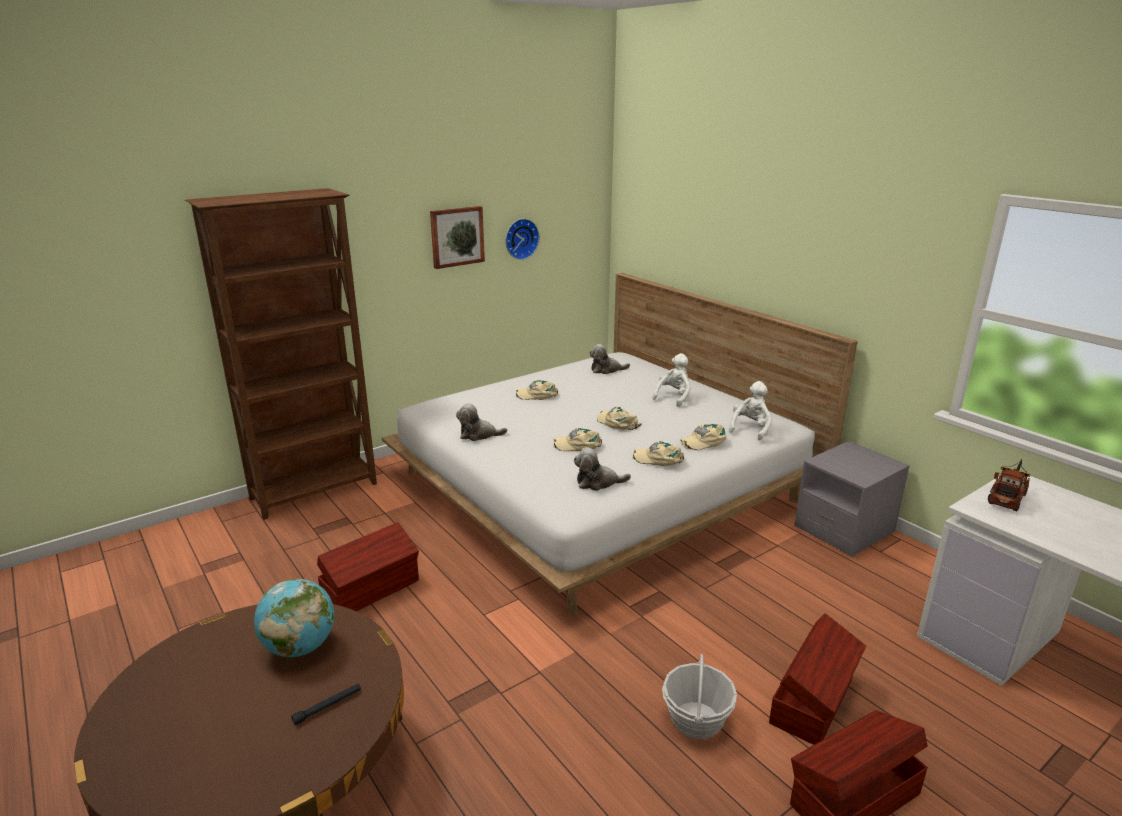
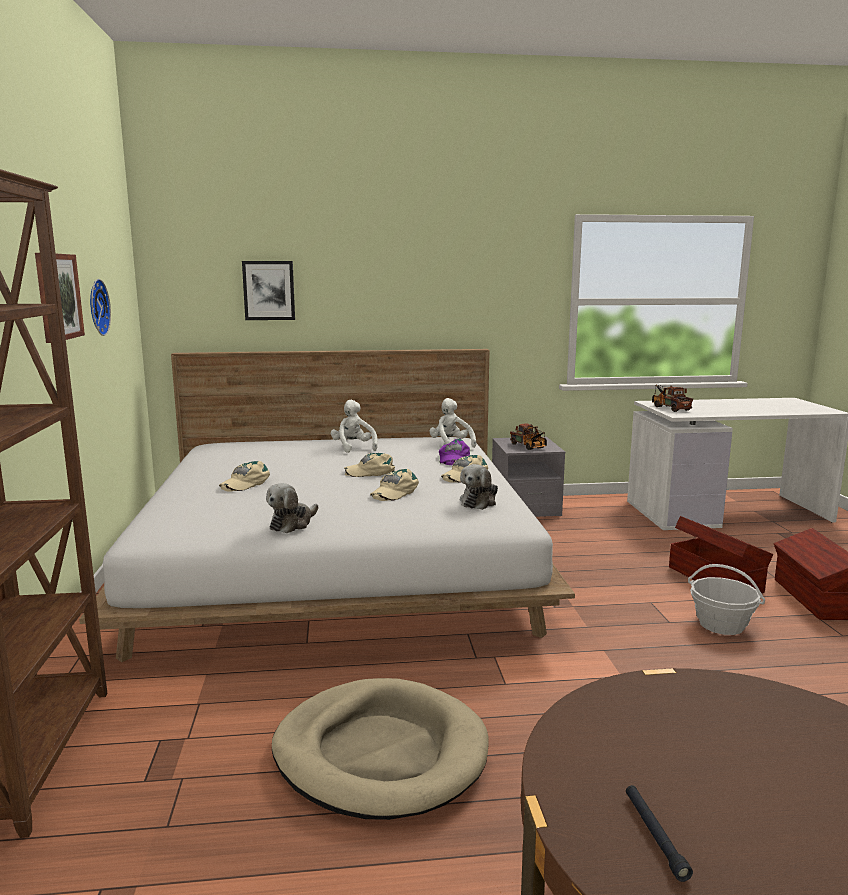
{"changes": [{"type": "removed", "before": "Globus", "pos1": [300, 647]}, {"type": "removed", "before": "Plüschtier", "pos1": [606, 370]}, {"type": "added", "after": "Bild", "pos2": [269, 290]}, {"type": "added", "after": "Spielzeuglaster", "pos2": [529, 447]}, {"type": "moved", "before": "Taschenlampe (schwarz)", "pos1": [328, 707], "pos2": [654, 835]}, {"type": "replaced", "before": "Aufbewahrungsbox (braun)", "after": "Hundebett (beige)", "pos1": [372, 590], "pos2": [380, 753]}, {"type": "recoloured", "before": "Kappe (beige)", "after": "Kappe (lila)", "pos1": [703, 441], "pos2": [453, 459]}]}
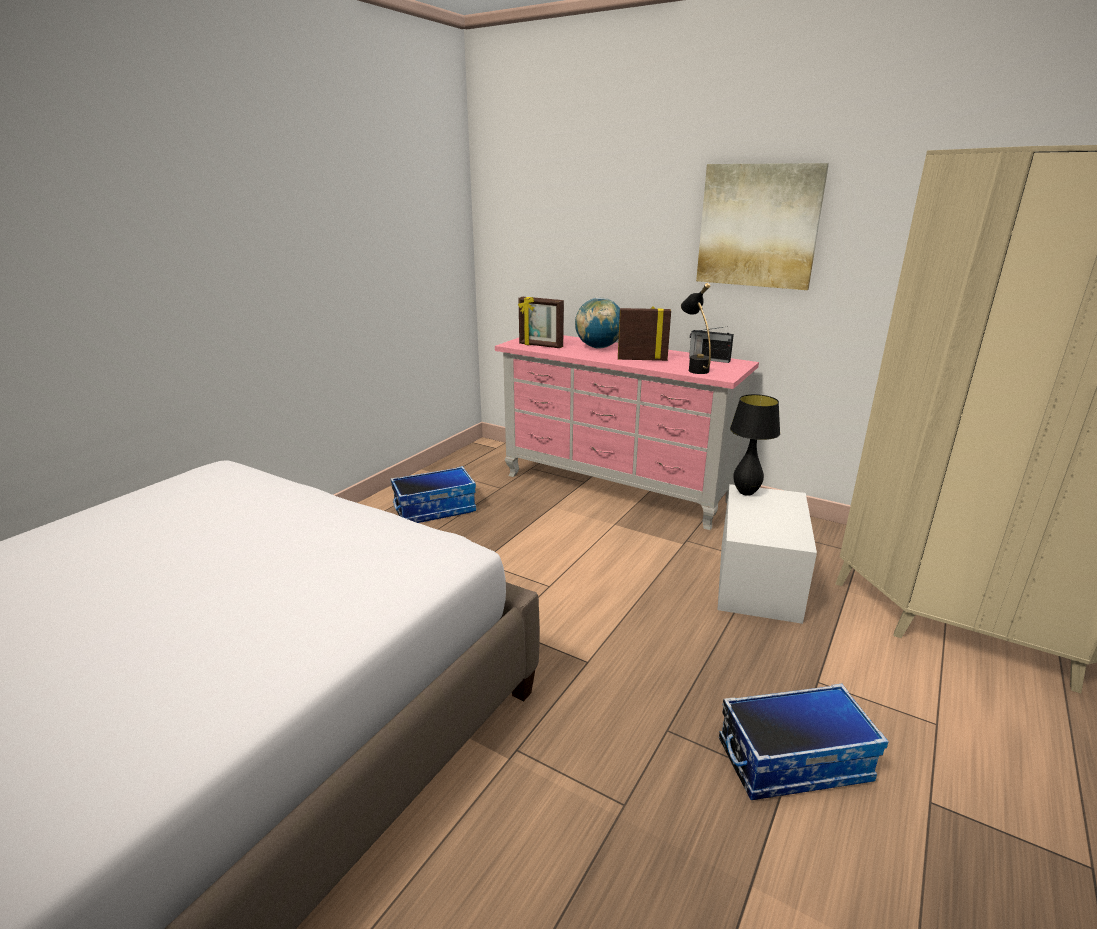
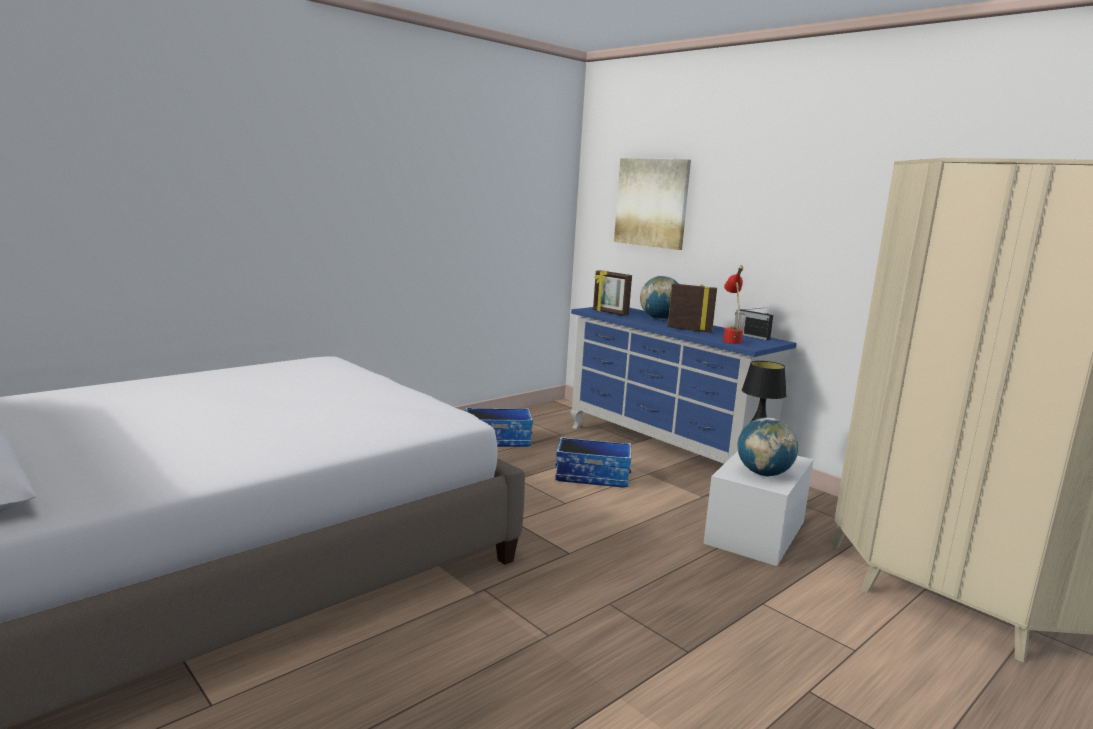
{"changes": [{"type": "added", "after": "Globus", "pos2": [763, 474]}, {"type": "moved", "before": "Bild", "pos1": [758, 226], "pos2": [652, 203]}, {"type": "moved", "before": "Aufbewahrungsbox", "pos1": [793, 760], "pos2": [592, 476]}, {"type": "recoloured", "before": "Kommode (rosa)", "after": "Kommode (blau)", "pos1": [616, 489], "pos2": [663, 451]}, {"type": "recoloured", "before": "Tischlampe (schwarz)", "after": "Tischlampe (rot)", "pos1": [694, 368], "pos2": [730, 339]}]}
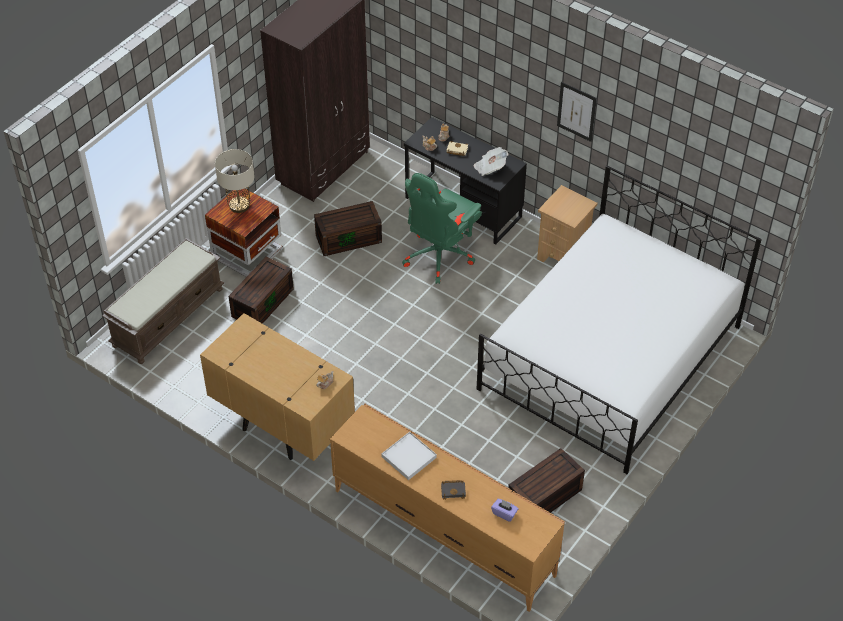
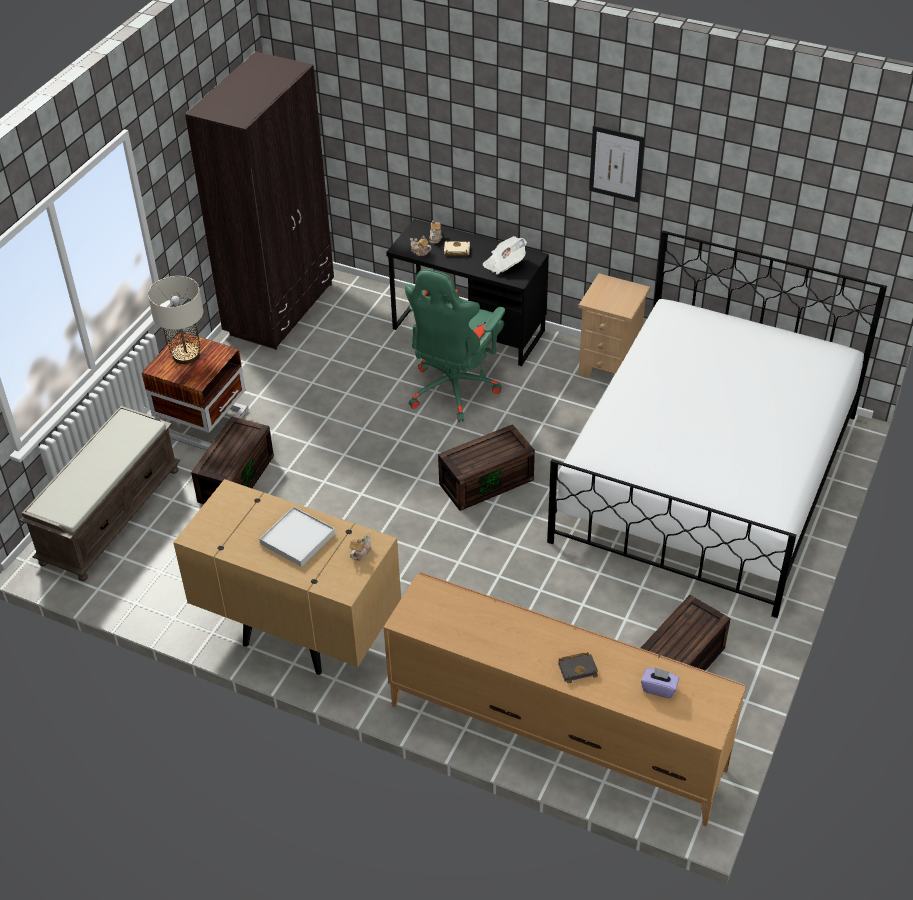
{"changes": [{"type": "moved", "before": "Aufbewahrungsbox (braun)", "pos1": [349, 238], "pos2": [487, 480]}, {"type": "moved", "before": "Tablett (weiß)", "pos1": [409, 457], "pos2": [297, 538]}]}
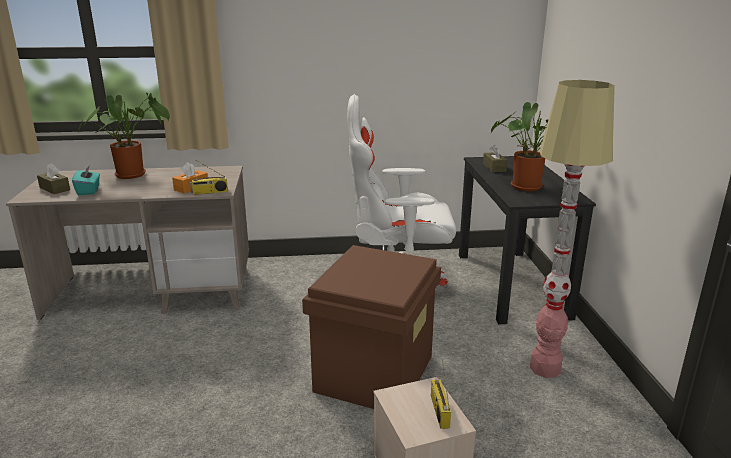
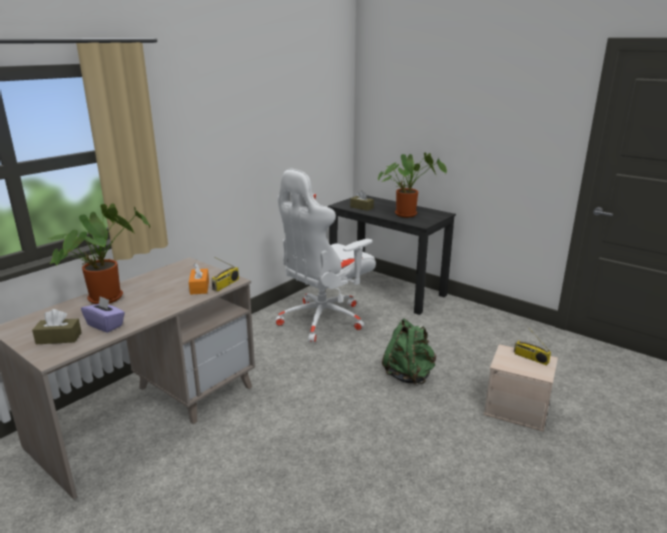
{"changes": [{"type": "removed", "before": "Stehlampe", "pos1": [545, 368]}, {"type": "replaced", "before": "Aufbewahrungsbox (braun)", "after": "Rucksack (grün)", "pos1": [374, 372], "pos2": [409, 375]}, {"type": "recoloured", "before": "Taschentuchbox (türkis)", "after": "Taschentuchbox (lila)", "pos1": [89, 191], "pos2": [105, 325]}]}
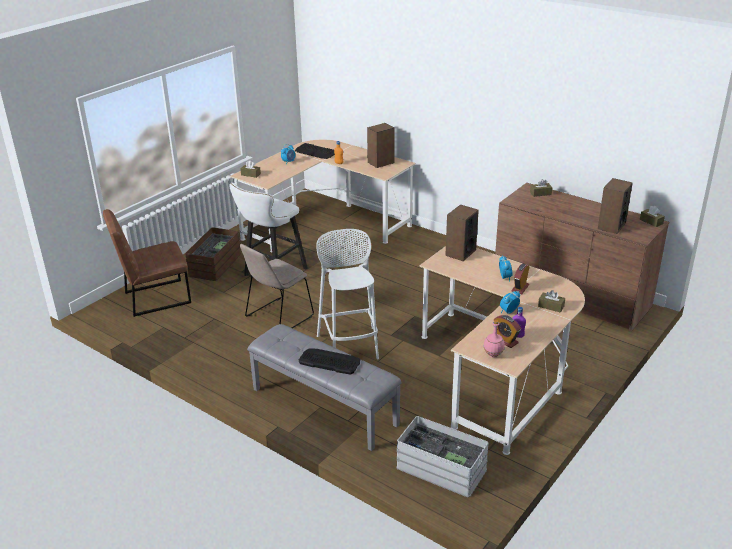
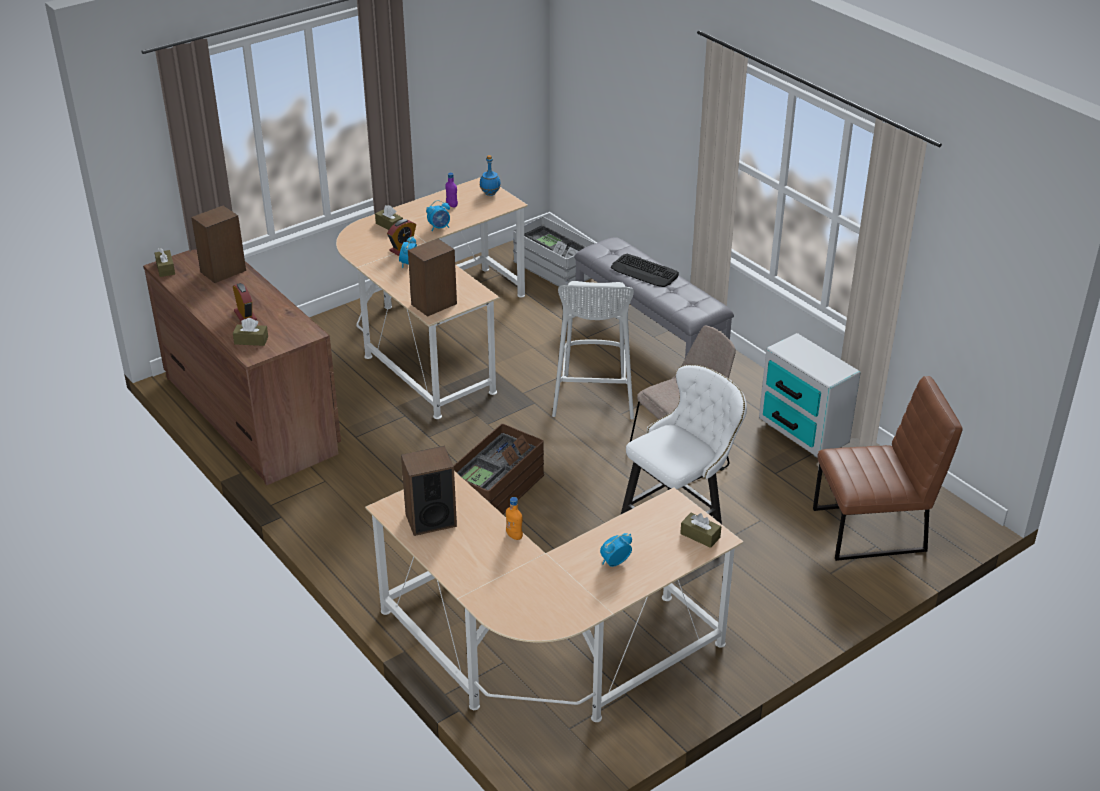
{"changes": [{"type": "removed", "before": "Tastatur", "pos1": [315, 152]}, {"type": "added", "after": "Nachttisch (weiß)", "pos2": [802, 436]}, {"type": "moved", "before": "Aufbewahrungsbox (braun)", "pos1": [215, 264], "pos2": [495, 489]}, {"type": "moved", "before": "Wecker", "pos1": [505, 341], "pos2": [245, 315]}, {"type": "recoloured", "before": "Flasche (rosa)", "after": "Flasche (blau)", "pos1": [493, 355], "pos2": [490, 193]}]}
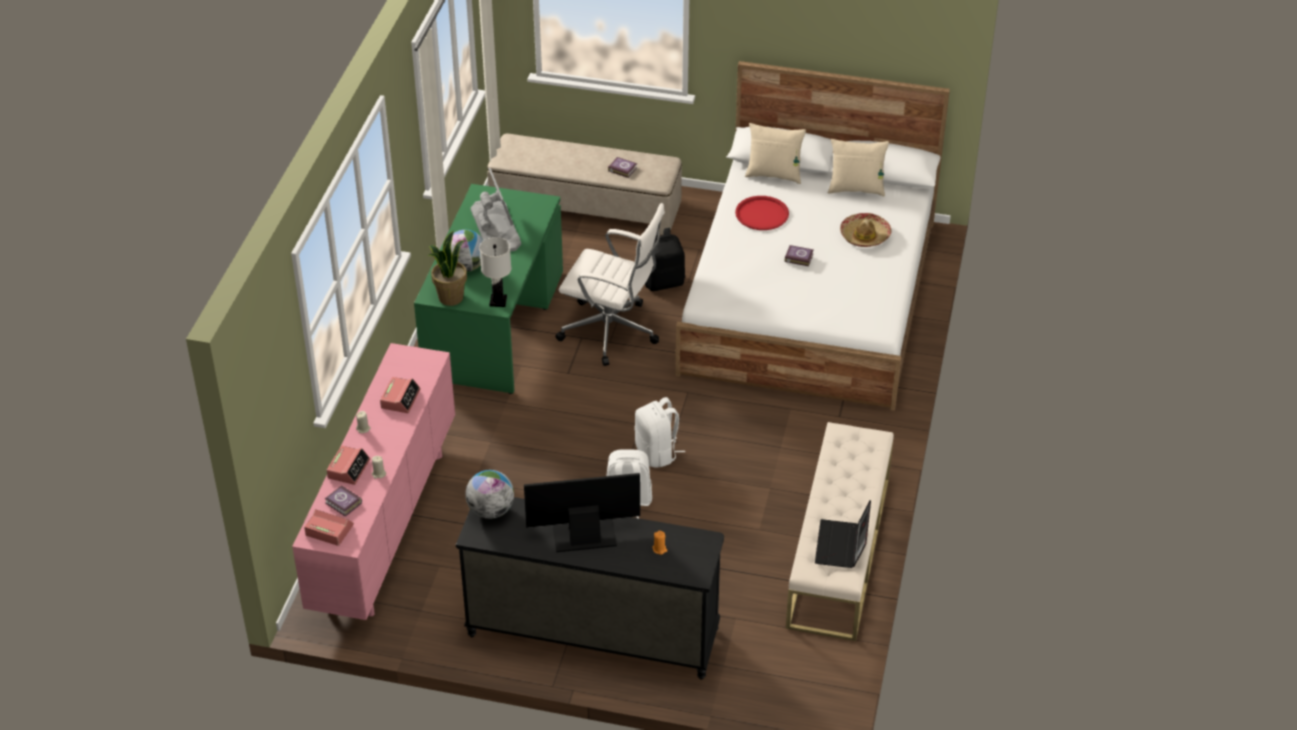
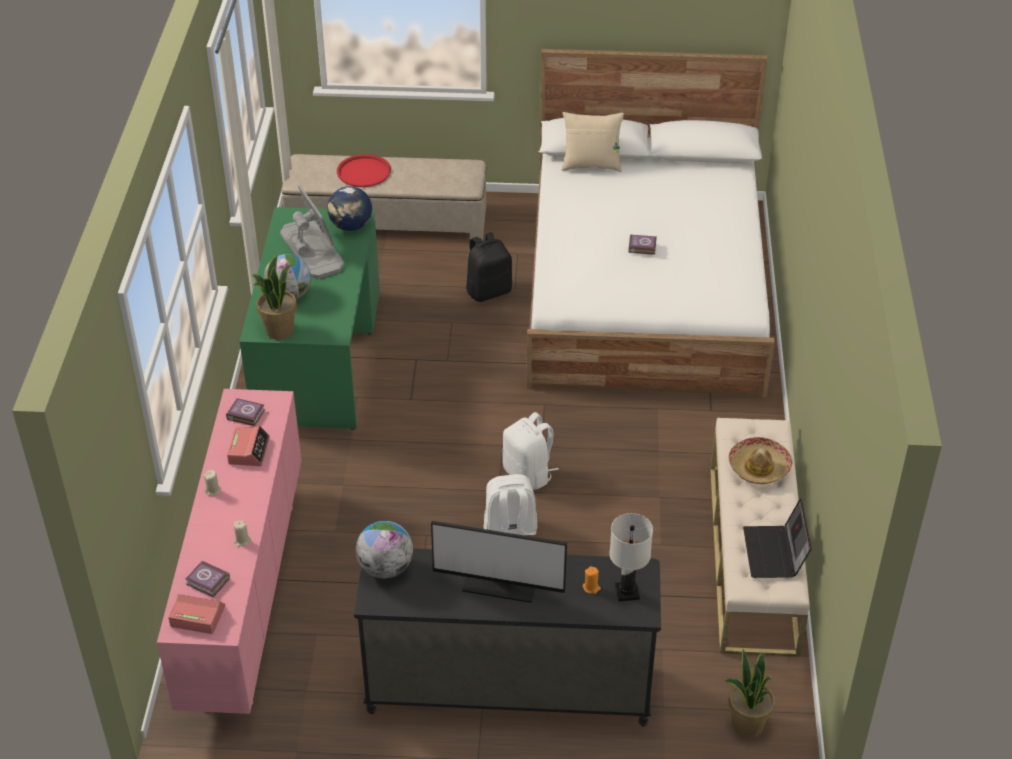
{"changes": [{"type": "removed", "before": "Wecker", "pos1": [348, 469]}, {"type": "removed", "before": "Bürostuhl (weiß)", "pos1": [612, 332]}, {"type": "removed", "before": "Kissen (beige)", "pos1": [856, 189]}, {"type": "added", "after": "Globus", "pos2": [351, 226]}, {"type": "added", "after": "Topfpflanze", "pos2": [747, 724]}, {"type": "moved", "before": "Tischlampe (weiß)", "pos1": [498, 301], "pos2": [627, 592]}, {"type": "moved", "before": "Buch", "pos1": [622, 169], "pos2": [245, 414]}, {"type": "moved", "before": "Tablett (rot)", "pos1": [762, 214], "pos2": [363, 172]}, {"type": "moved", "before": "Hut", "pos1": [865, 236], "pos2": [759, 467]}, {"type": "turned", "before": "Monitor", "pos1": [584, 535], "pos2": [500, 582], "turn": -150}]}
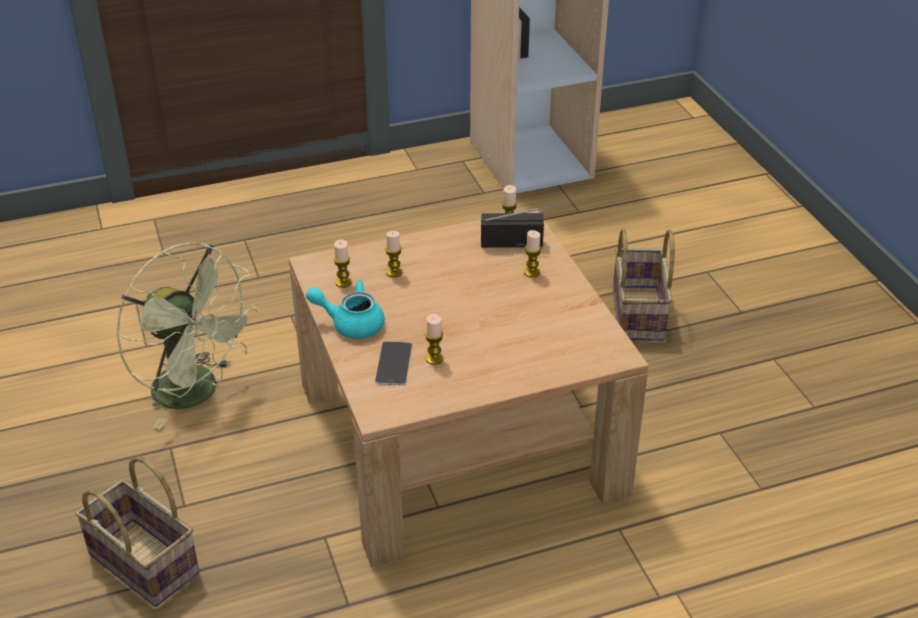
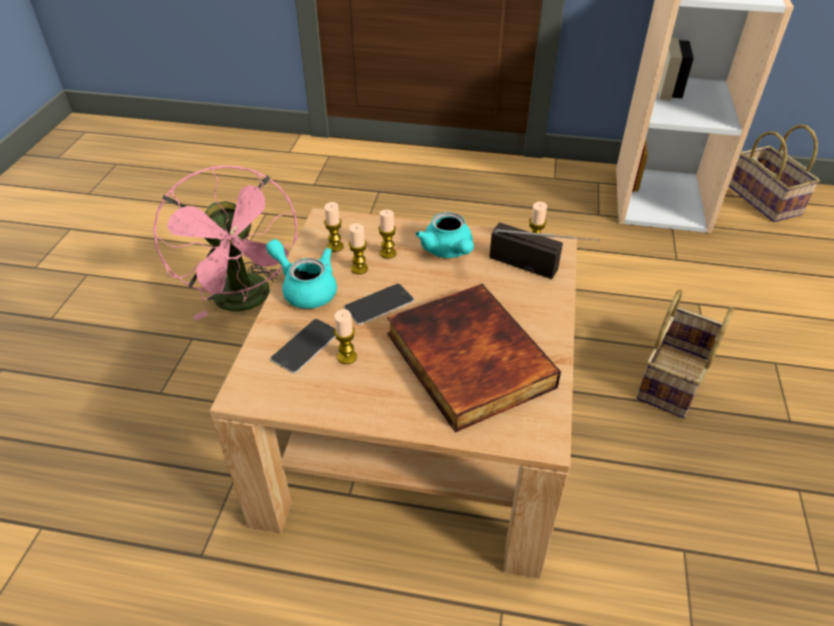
{"changes": [{"type": "added", "after": "Handy", "pos2": [379, 304]}, {"type": "added", "after": "Buch", "pos2": [465, 360]}, {"type": "added", "after": "Teekanne (türkis)", "pos2": [448, 251]}, {"type": "moved", "before": "Korb", "pos1": [147, 563], "pos2": [766, 201]}, {"type": "moved", "before": "Kerze", "pos1": [532, 272], "pos2": [359, 268]}, {"type": "recoloured", "before": "Ventilator (grün)", "after": "Ventilator (rosa)", "pos1": [197, 393], "pos2": [247, 301]}]}
